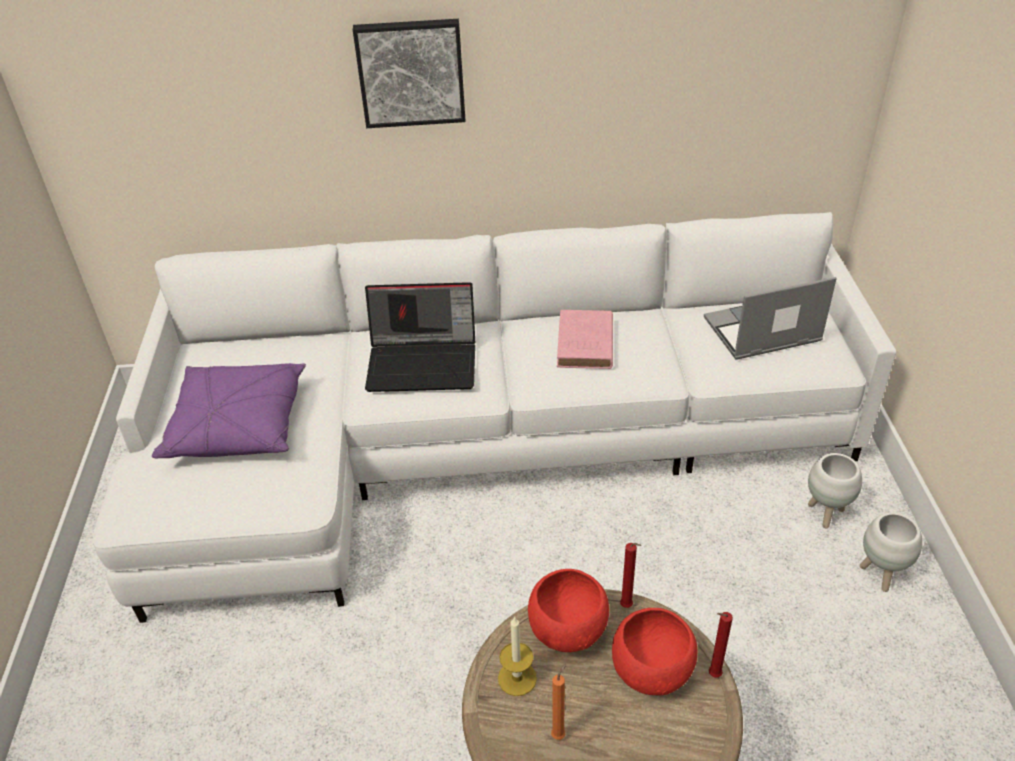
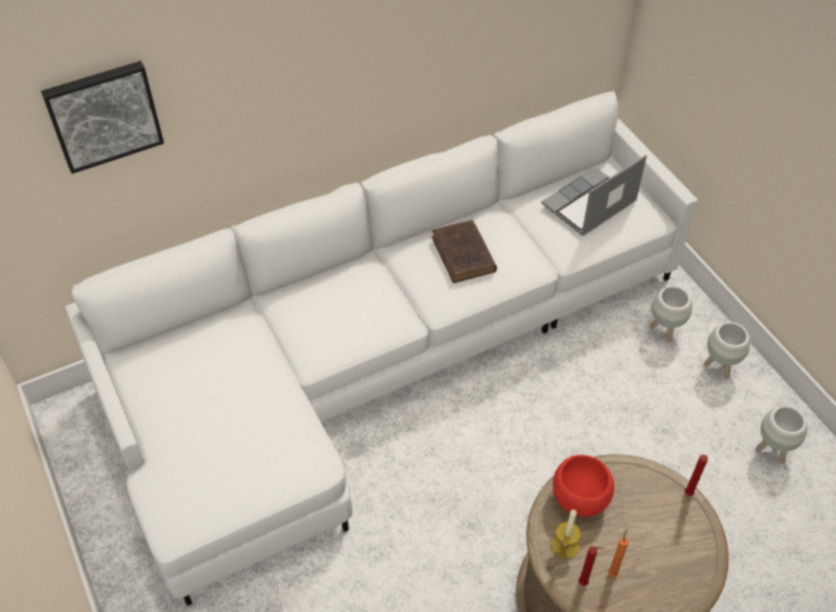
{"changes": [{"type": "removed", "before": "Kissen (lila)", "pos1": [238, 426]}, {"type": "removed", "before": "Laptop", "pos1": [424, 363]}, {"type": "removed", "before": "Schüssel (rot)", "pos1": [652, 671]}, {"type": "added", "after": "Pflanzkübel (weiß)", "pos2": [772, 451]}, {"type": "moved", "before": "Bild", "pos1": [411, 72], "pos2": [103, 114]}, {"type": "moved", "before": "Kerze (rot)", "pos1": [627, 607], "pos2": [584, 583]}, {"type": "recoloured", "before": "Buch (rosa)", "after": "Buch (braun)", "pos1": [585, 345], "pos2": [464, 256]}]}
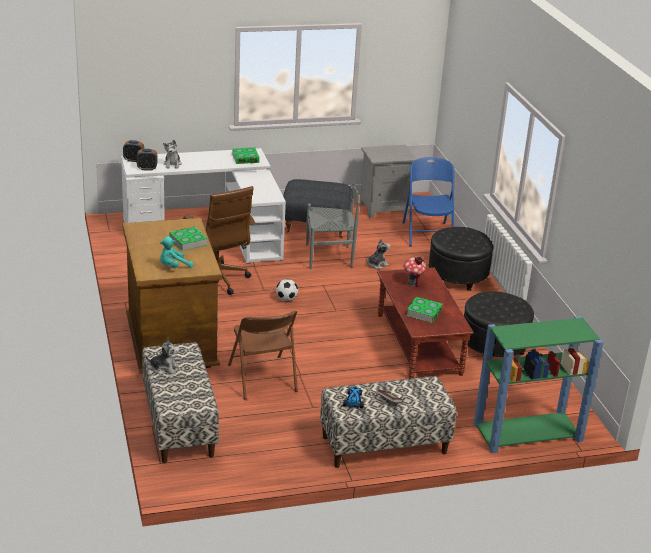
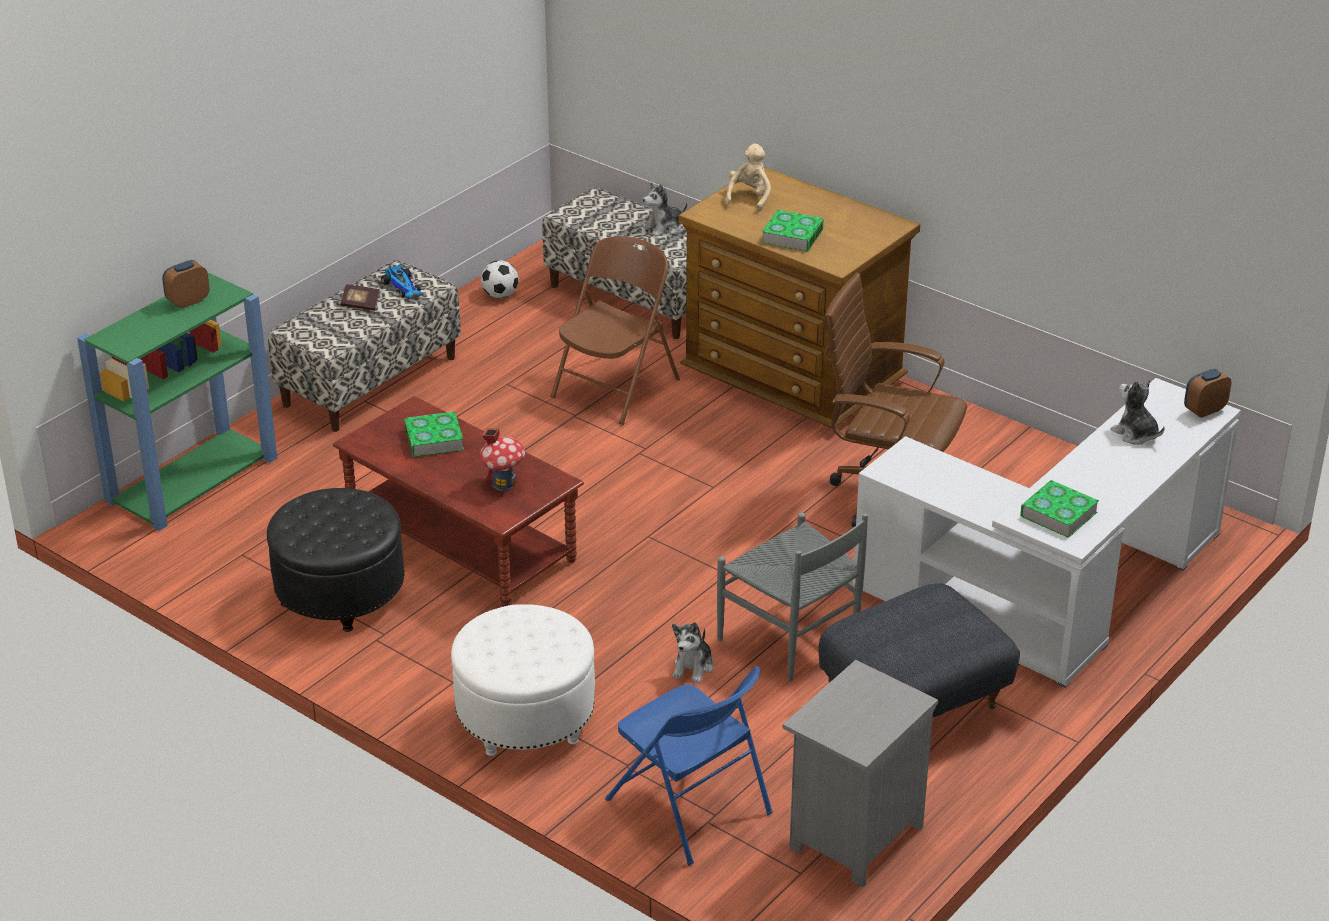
{"changes": [{"type": "moved", "before": "Wecker", "pos1": [147, 168], "pos2": [188, 301]}, {"type": "moved", "before": "Fußball", "pos1": [286, 299], "pos2": [500, 295]}, {"type": "recoloured", "before": "Plüschtier (türkis)", "after": "Plüschtier (beige)", "pos1": [173, 267], "pos2": [749, 198]}, {"type": "recoloured", "before": "Polsterhocker (schwarz)", "after": "Polsterhocker (weiß)", "pos1": [458, 276], "pos2": [525, 719]}, {"type": "turned", "before": "Stuhl (braun)", "pos1": [262, 378], "pos2": [616, 388], "turn": 90}, {"type": "turned", "before": "Stuhl (grau)", "pos1": [329, 257], "pos2": [791, 640], "turn": -90}]}
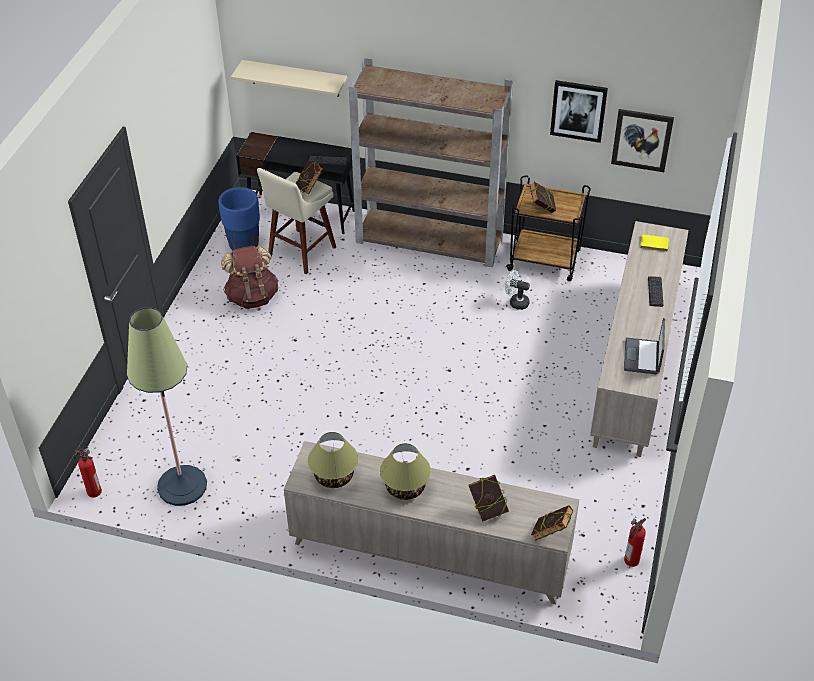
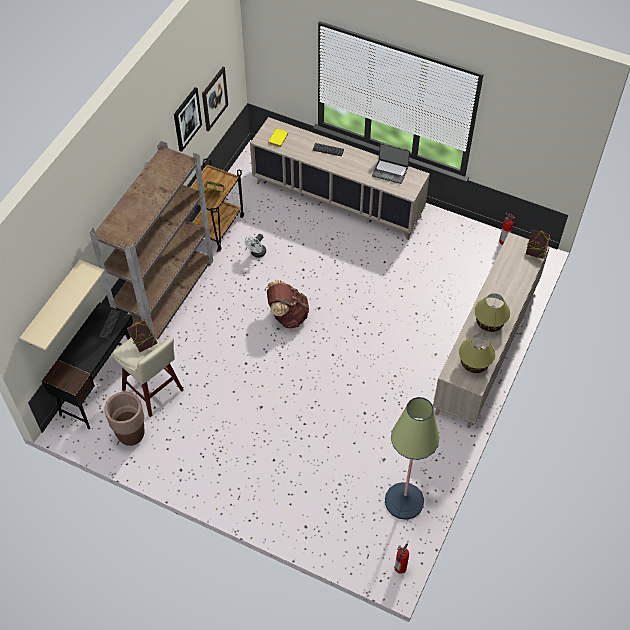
{"changes": [{"type": "removed", "before": "Buch", "pos1": [488, 509]}, {"type": "moved", "before": "Rucksack (braun)", "pos1": [252, 297], "pos2": [287, 316]}, {"type": "recoloured", "before": "Pflanzkübel (blau)", "after": "Pflanzkübel (braun)", "pos1": [244, 246], "pos2": [131, 435]}]}
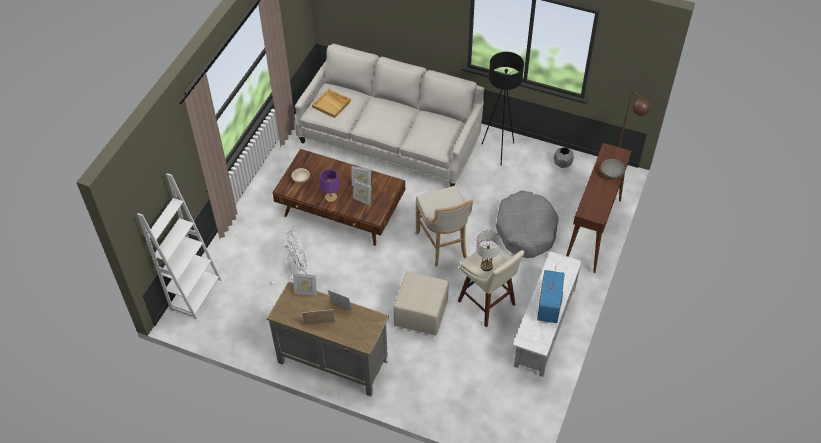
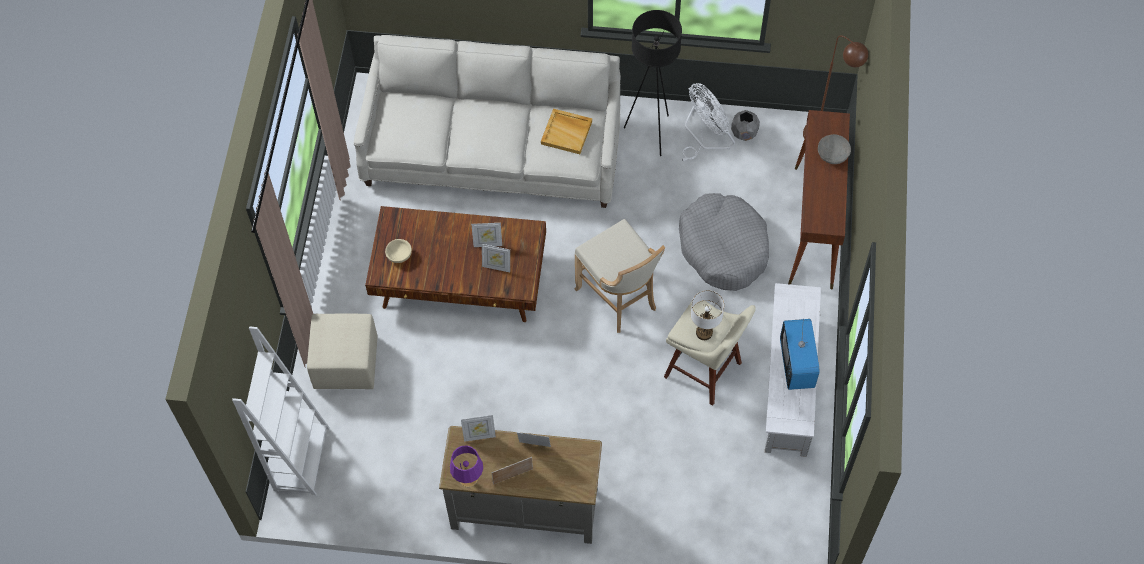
{"changes": [{"type": "moved", "before": "Ventilator (weiß)", "pos1": [294, 269], "pos2": [702, 135]}, {"type": "moved", "before": "Tablett (beige)", "pos1": [332, 104], "pos2": [567, 132]}, {"type": "moved", "before": "Tischlampe (lila)", "pos1": [331, 197], "pos2": [468, 478]}, {"type": "moved", "before": "Polsterhocker (beige)", "pos1": [421, 315], "pos2": [346, 364]}]}
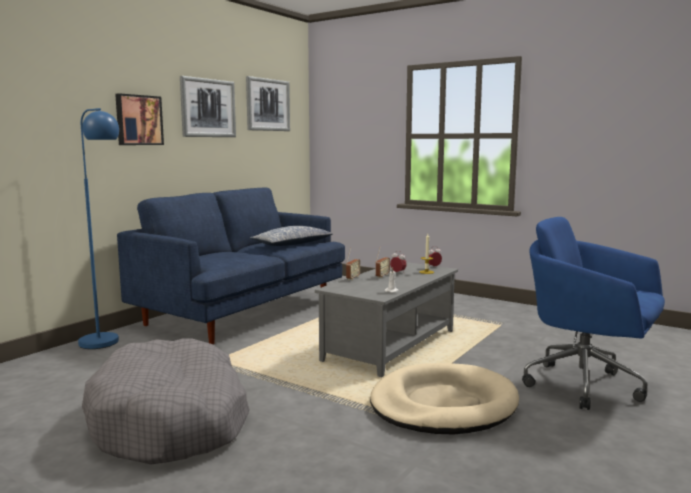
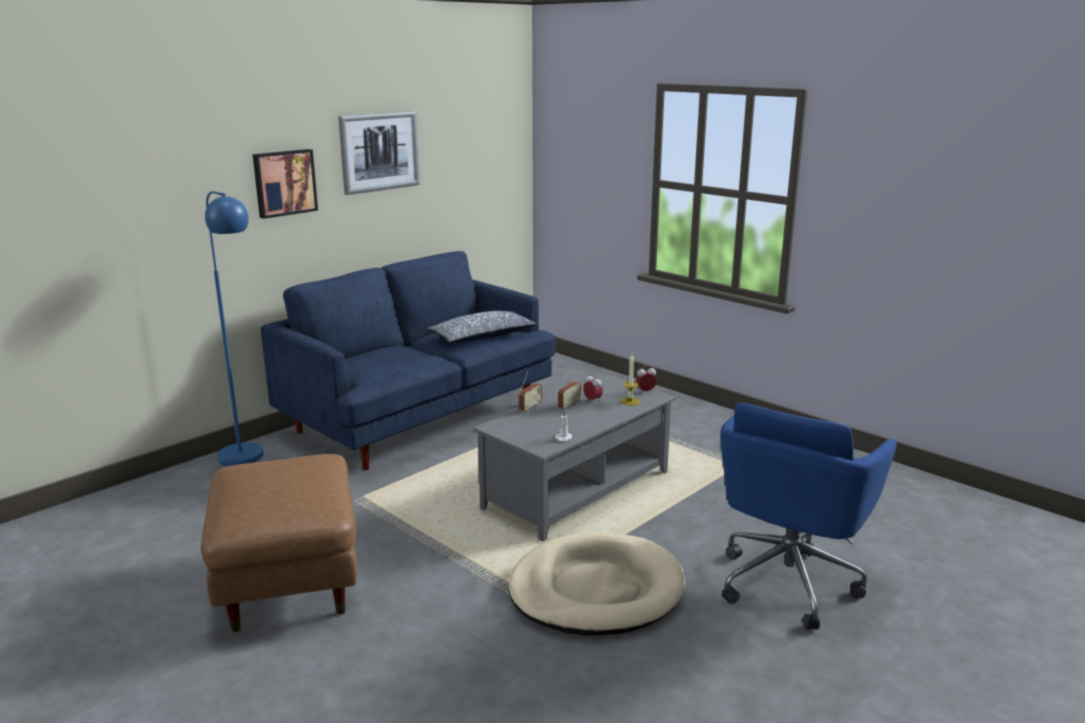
{"changes": [{"type": "removed", "before": "Bild", "pos1": [268, 105]}, {"type": "replaced", "before": "Hundebett (grau)", "after": "Polsterhocker (braun)", "pos1": [171, 421], "pos2": [288, 582]}, {"type": "turned", "before": "Bürostuhl (blau)", "pos1": [588, 387], "pos2": [789, 581], "turn": -105}]}
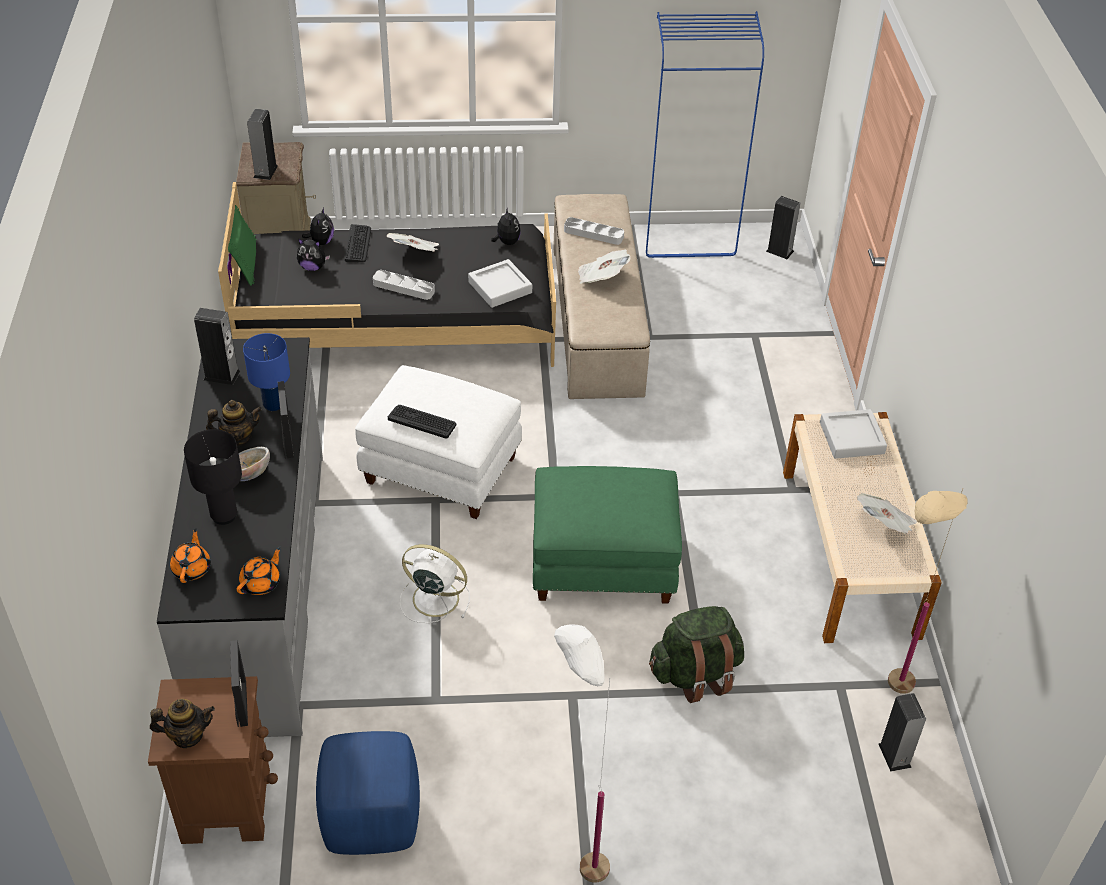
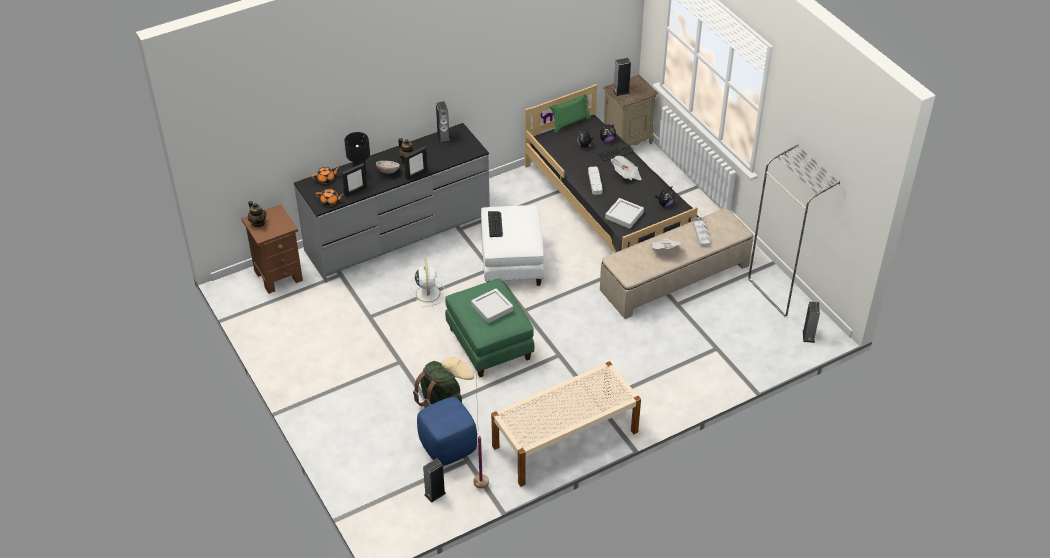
{"changes": [{"type": "removed", "before": "Tischlampe (blau)", "pos1": [273, 404]}, {"type": "removed", "before": "Stehlampe (weiß)", "pos1": [577, 854]}, {"type": "removed", "before": "Zeitung", "pos1": [885, 525]}, {"type": "moved", "before": "Bilderrahmen", "pos1": [242, 703], "pos2": [355, 191]}, {"type": "moved", "before": "Polsterhocker (blau)", "pos1": [370, 820], "pos2": [447, 447]}, {"type": "moved", "before": "Tablett (grau)", "pos1": [851, 438], "pos2": [492, 308]}, {"type": "recoloured", "before": "Kleiderständer (blau)", "after": "Kleiderständer (grau)", "pos1": [688, 241], "pos2": [780, 292]}]}
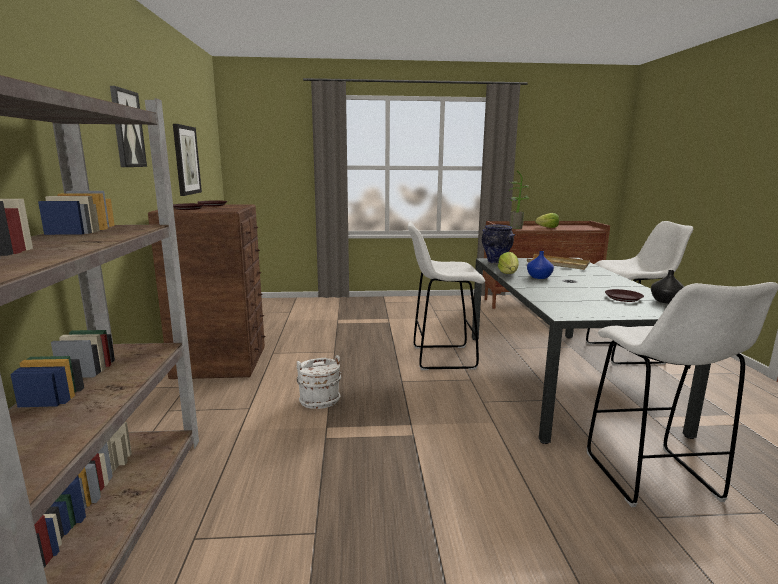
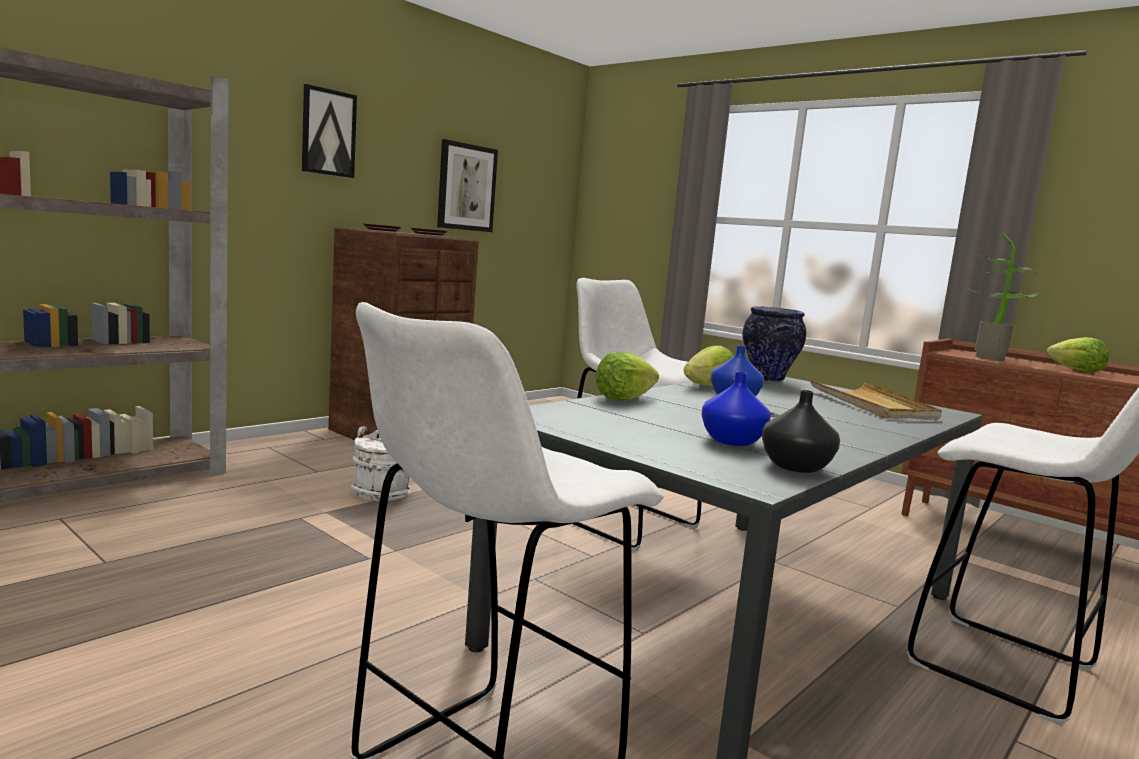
{"changes": [{"type": "added", "after": "Salatkopf", "pos2": [623, 398]}, {"type": "replaced", "before": "Teller (braun)", "after": "Vase (blau)", "pos1": [623, 298], "pos2": [733, 441]}]}
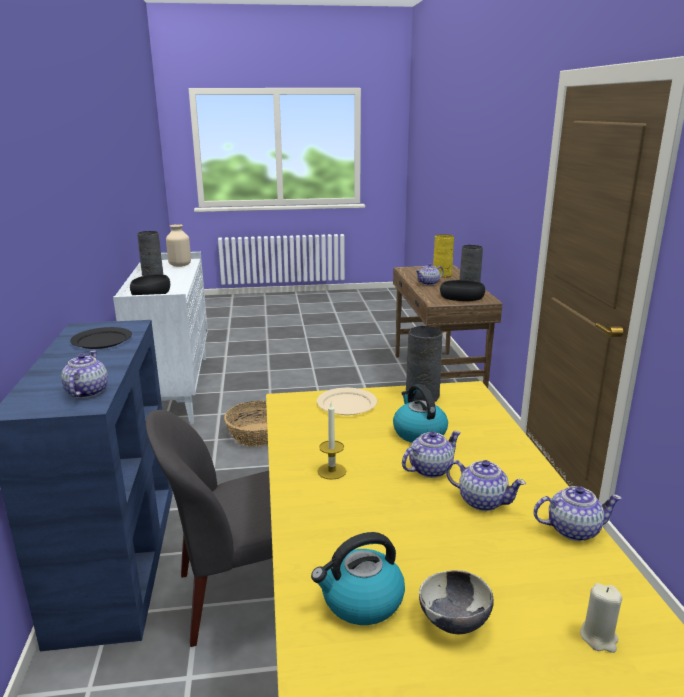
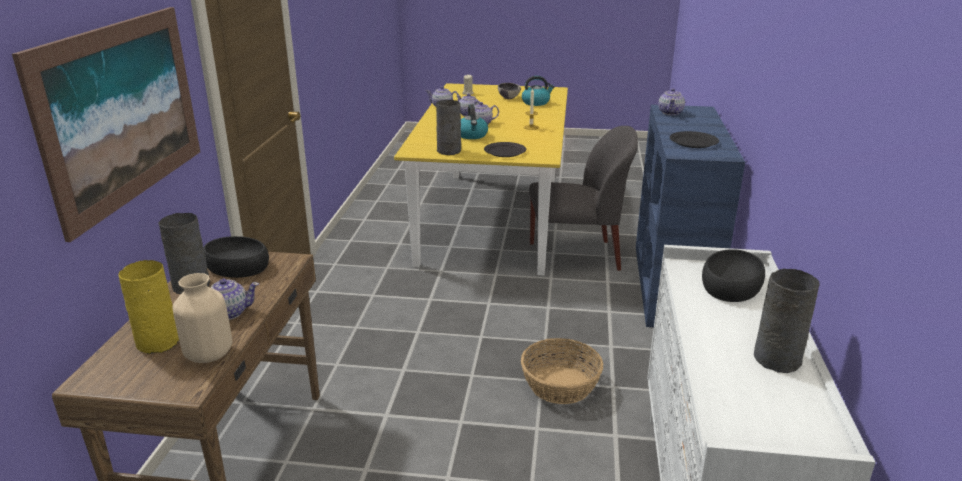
{"changes": [{"type": "added", "after": "Bild", "pos2": [122, 112]}, {"type": "moved", "before": "Vase (beige)", "pos1": [180, 265], "pos2": [208, 355]}, {"type": "recoloured", "before": "Teller (beige)", "after": "Teller (schwarz)", "pos1": [346, 404], "pos2": [505, 151]}]}
